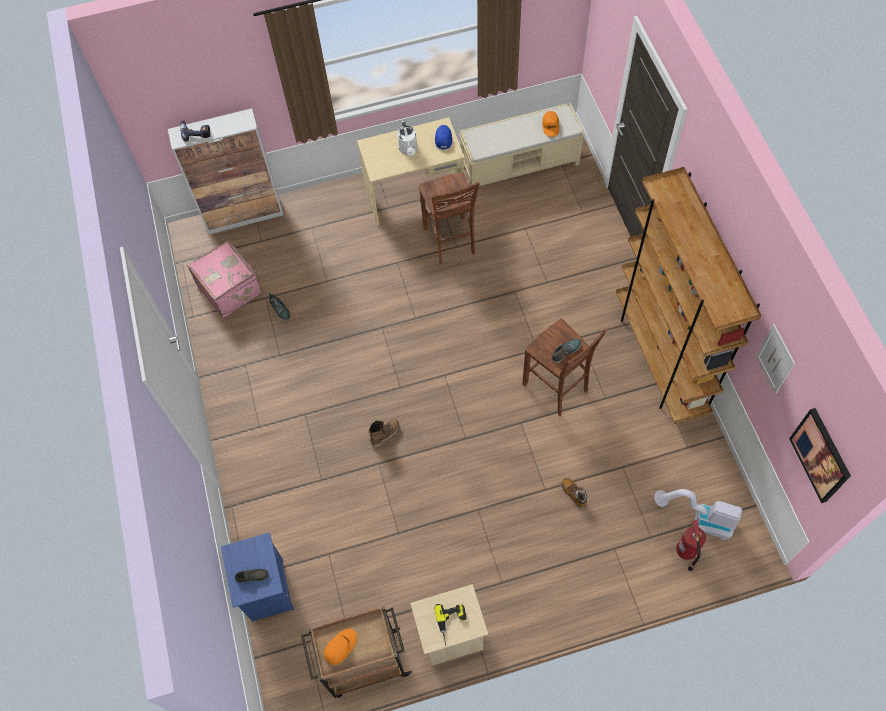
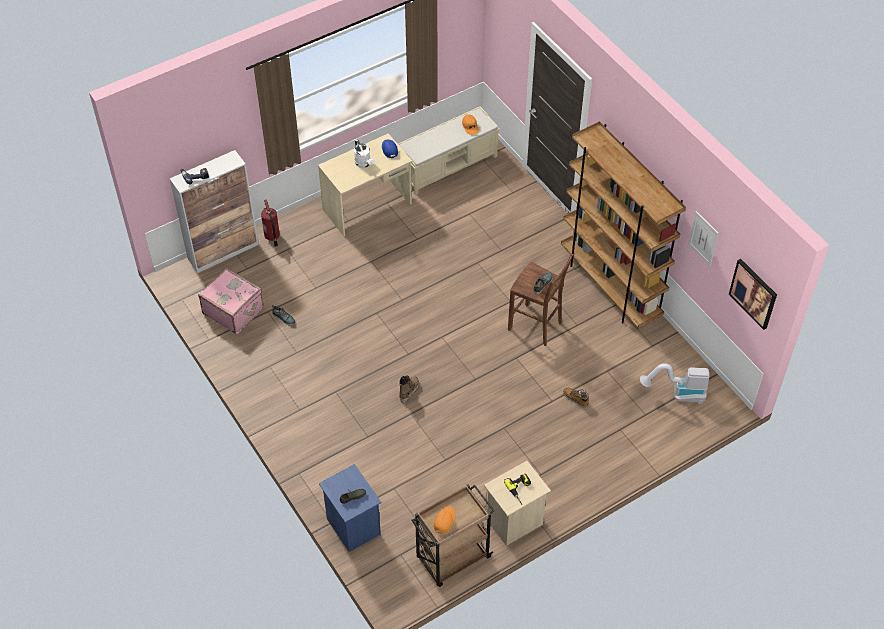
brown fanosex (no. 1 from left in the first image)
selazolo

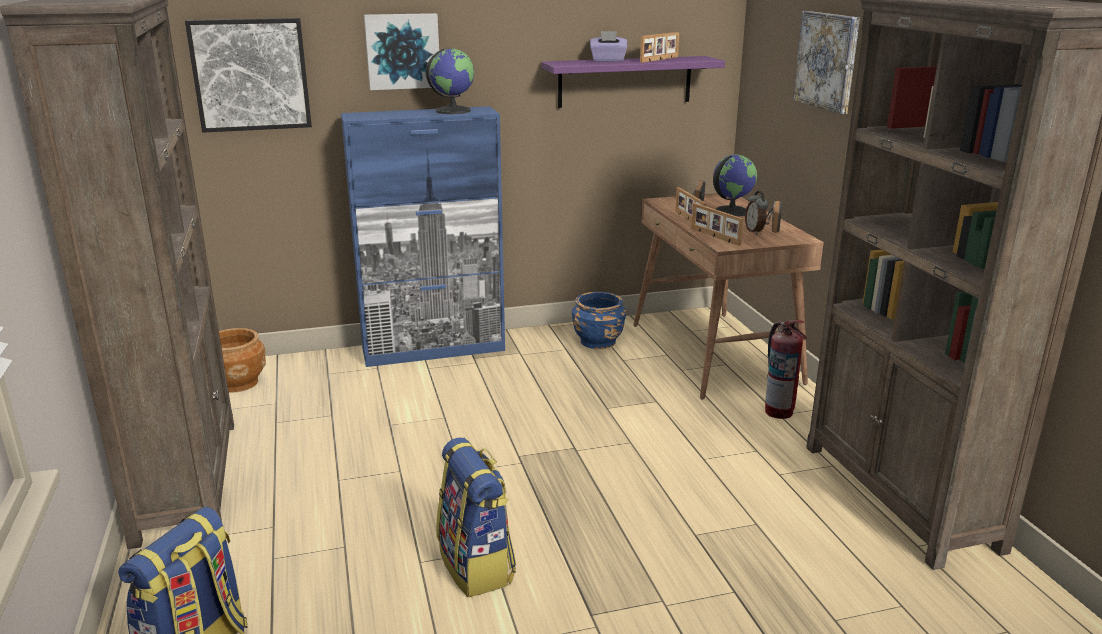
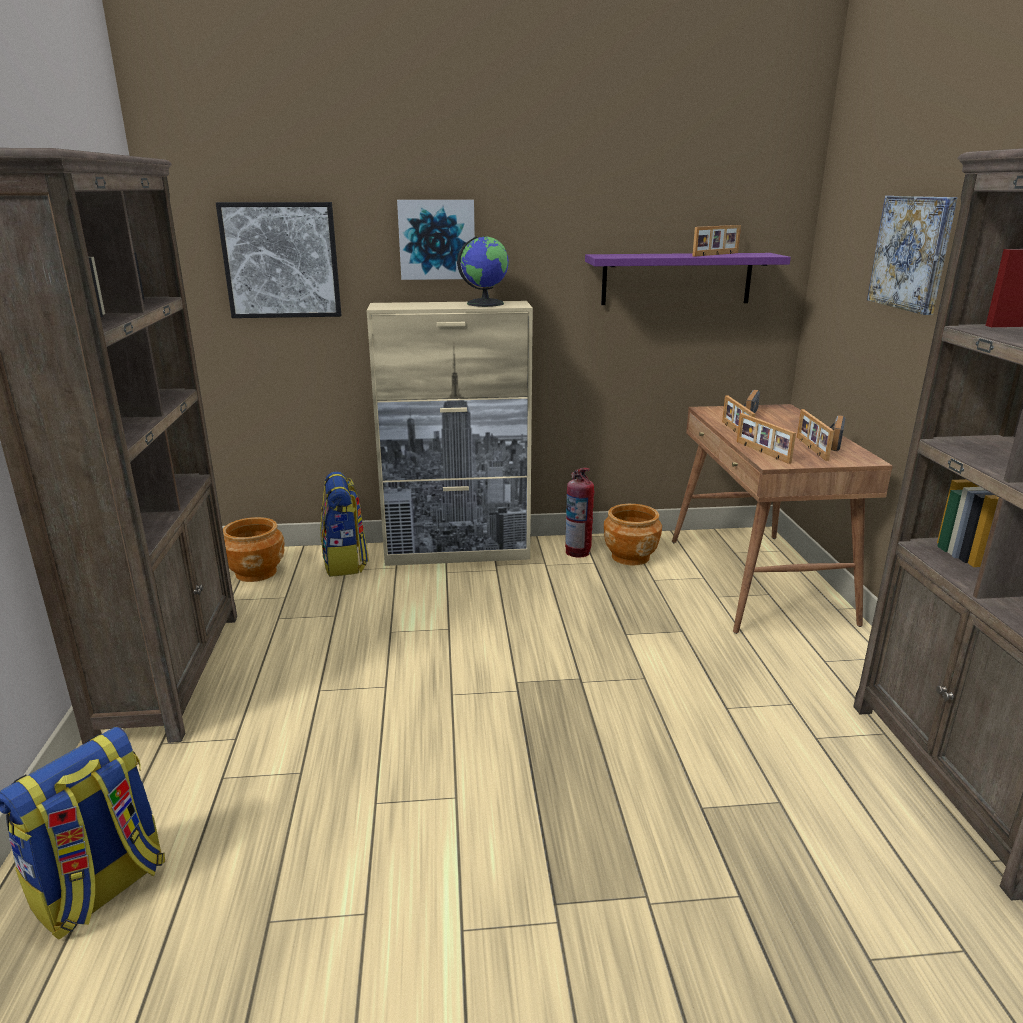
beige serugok
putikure (no. 2 from left)
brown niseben (no. 2 from left)
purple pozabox
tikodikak (no. 2 from left in the first image)
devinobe (no. 4 from left)
selazolo

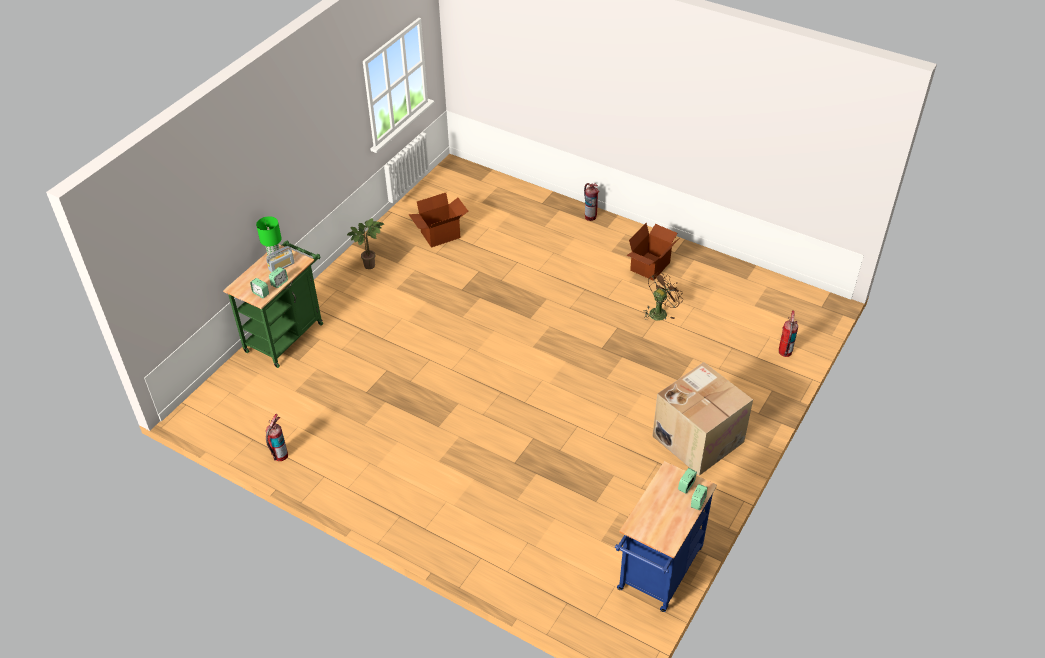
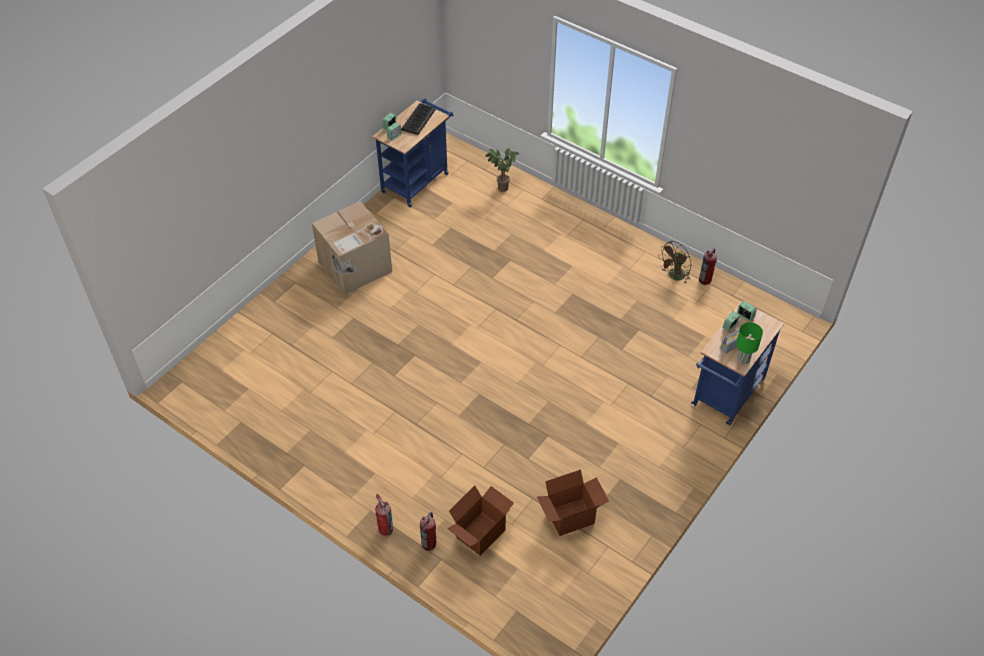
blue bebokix (no. 2 from left)
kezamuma
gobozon (no. 2 from left)
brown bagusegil
selazolo (no. 2 from left)
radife

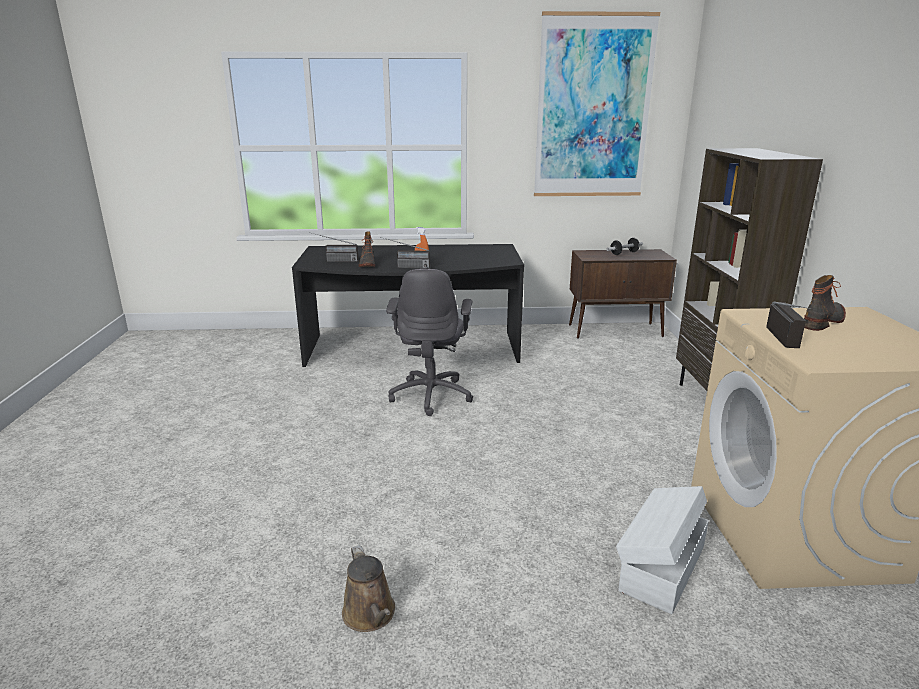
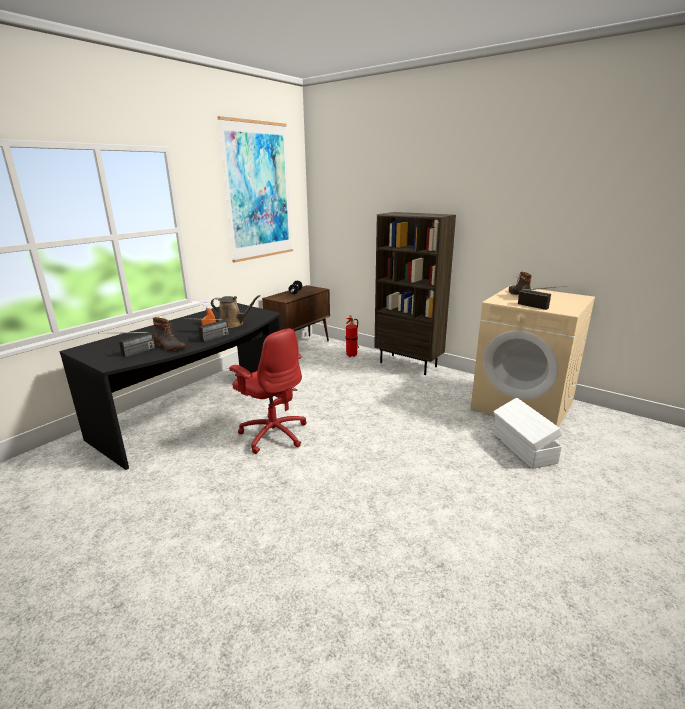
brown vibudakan
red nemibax
selazolo

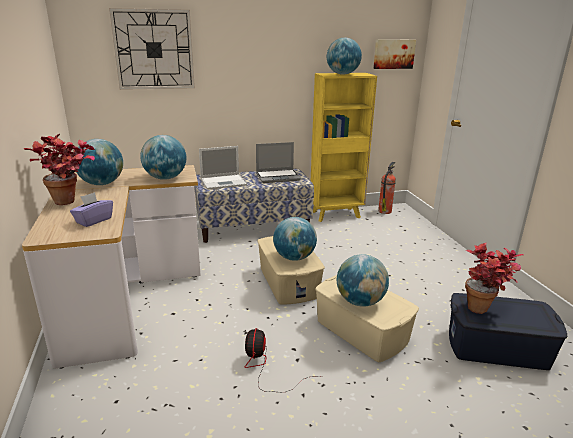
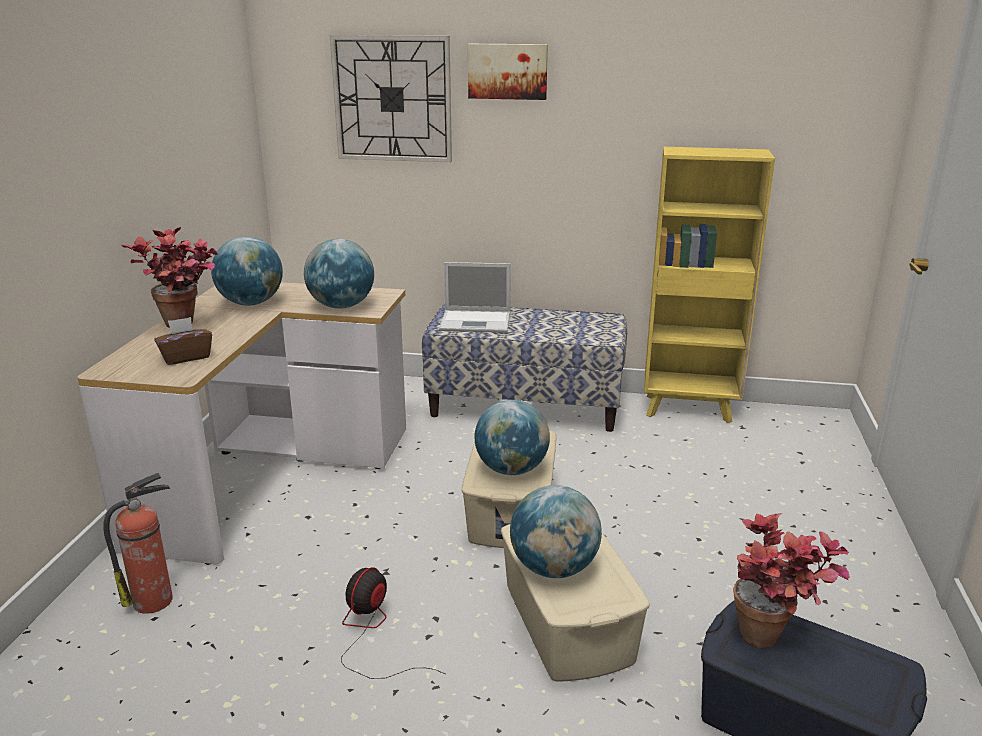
brown pozabox
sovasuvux (no. 2 from left in the first image)
tikodikak (no. 4 from left in the first image)
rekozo
selazolo

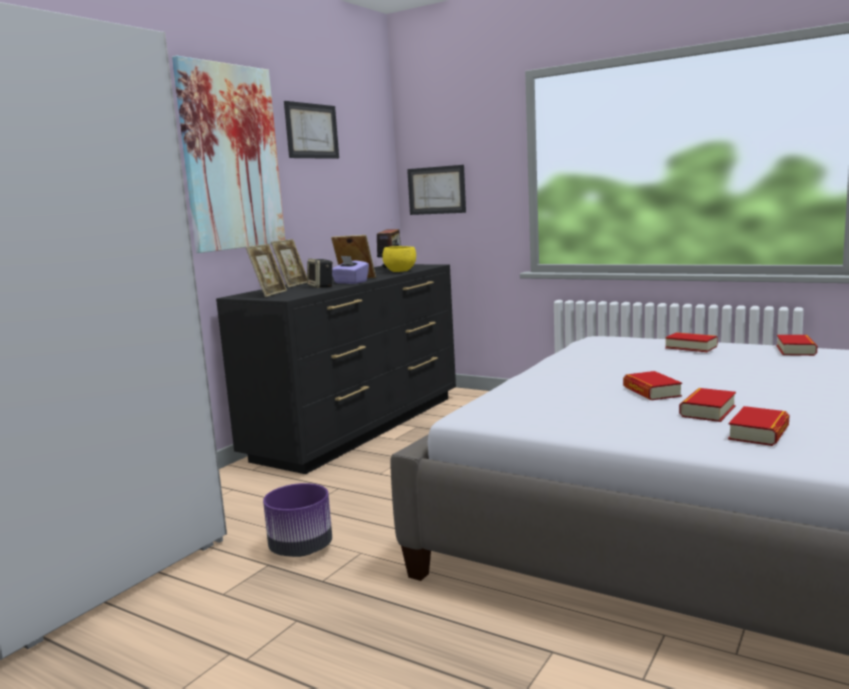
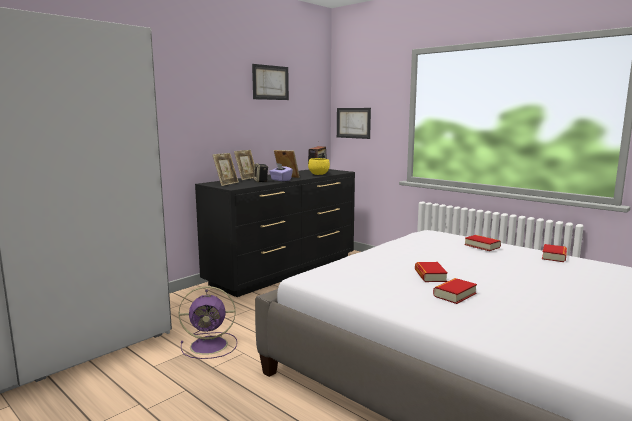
rekozo (no. 1 from left in the first image)
purple bagusegil
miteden (no. 4 from left in the first image)

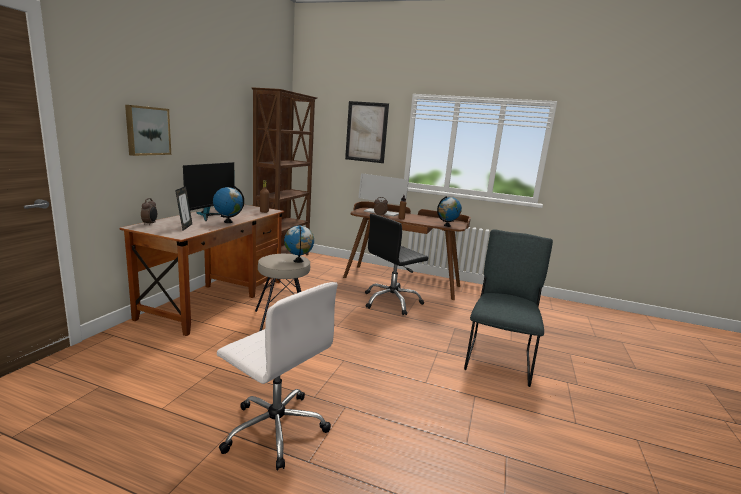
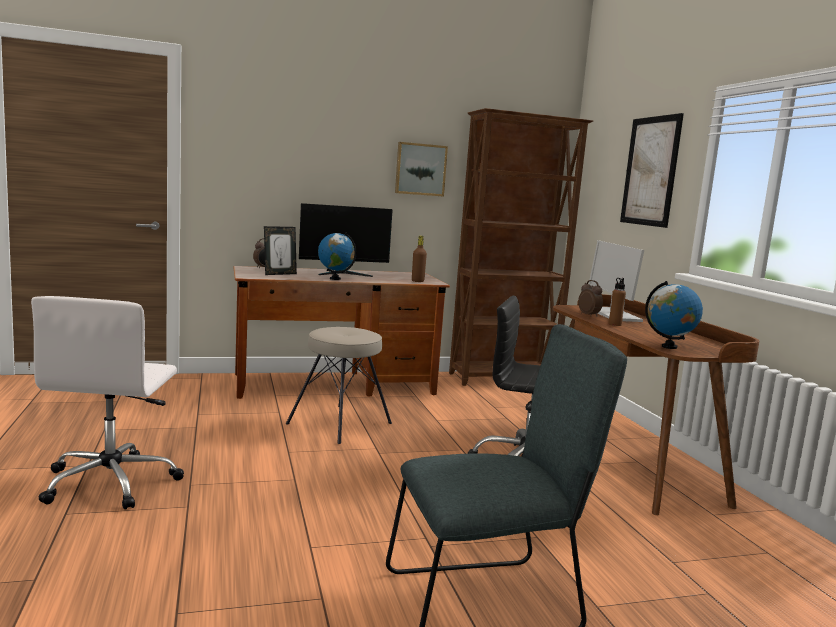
rekozo (no. 1 from left)
tikodikak (no. 2 from left in the first image)

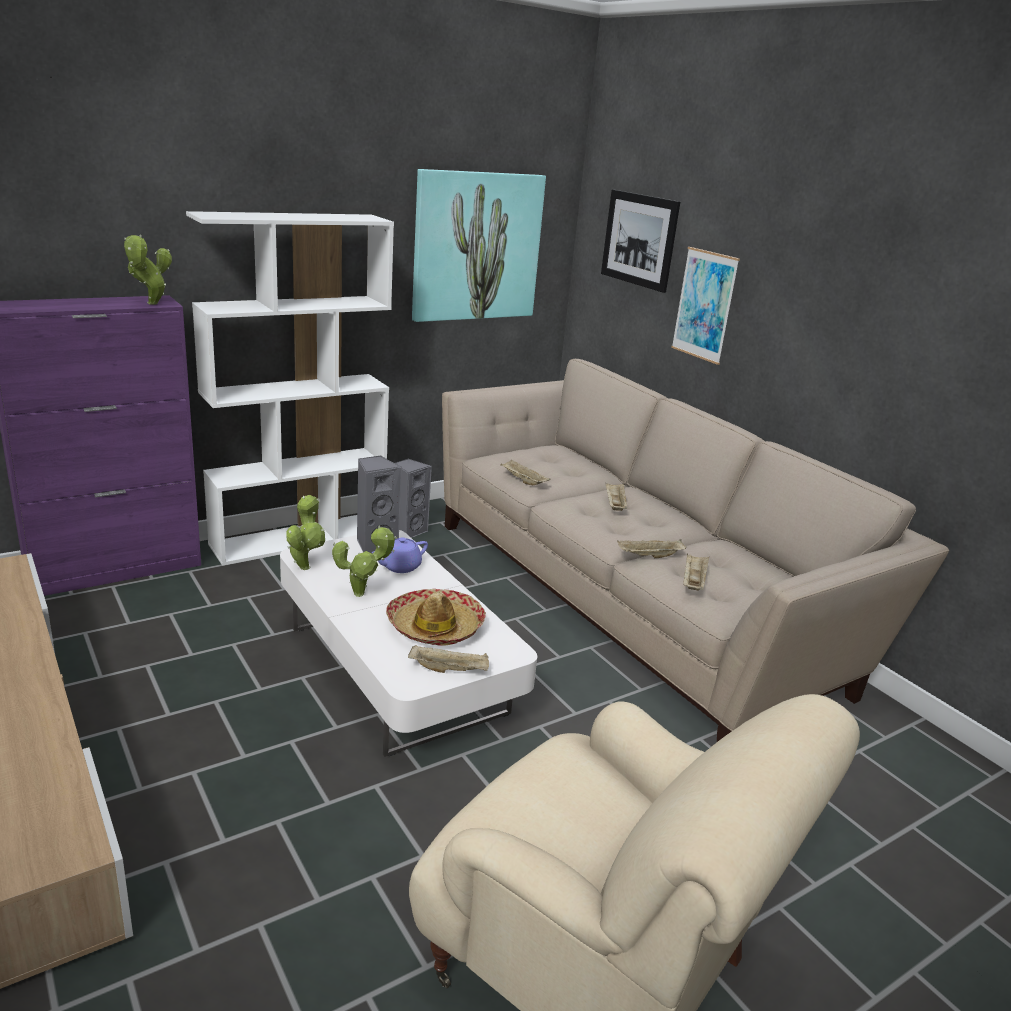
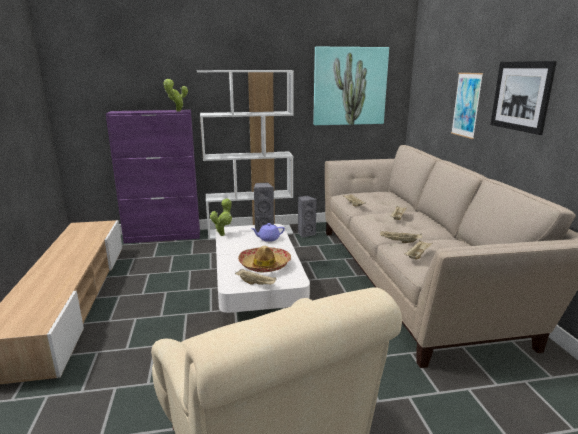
kezamuma (no. 3 from left in the first image)
rekozo (no. 3 from left)

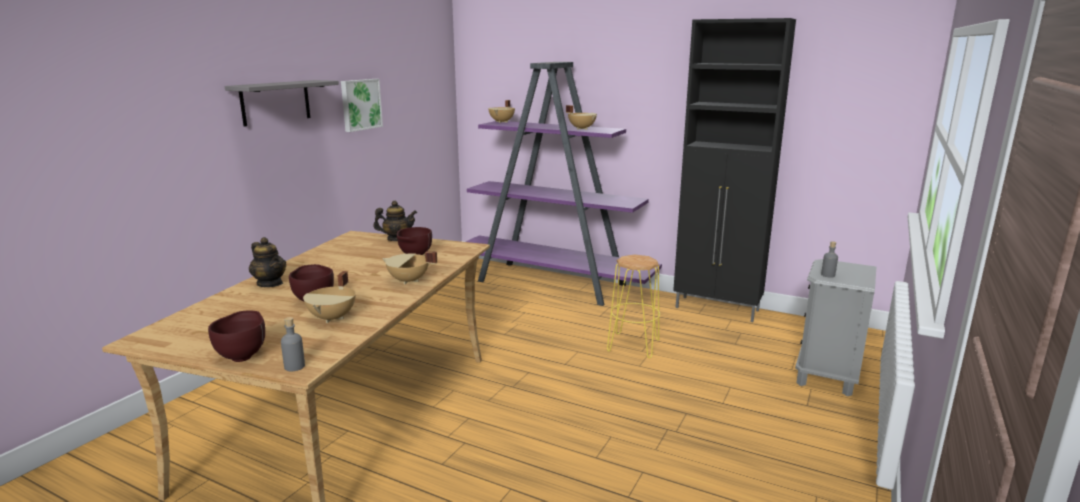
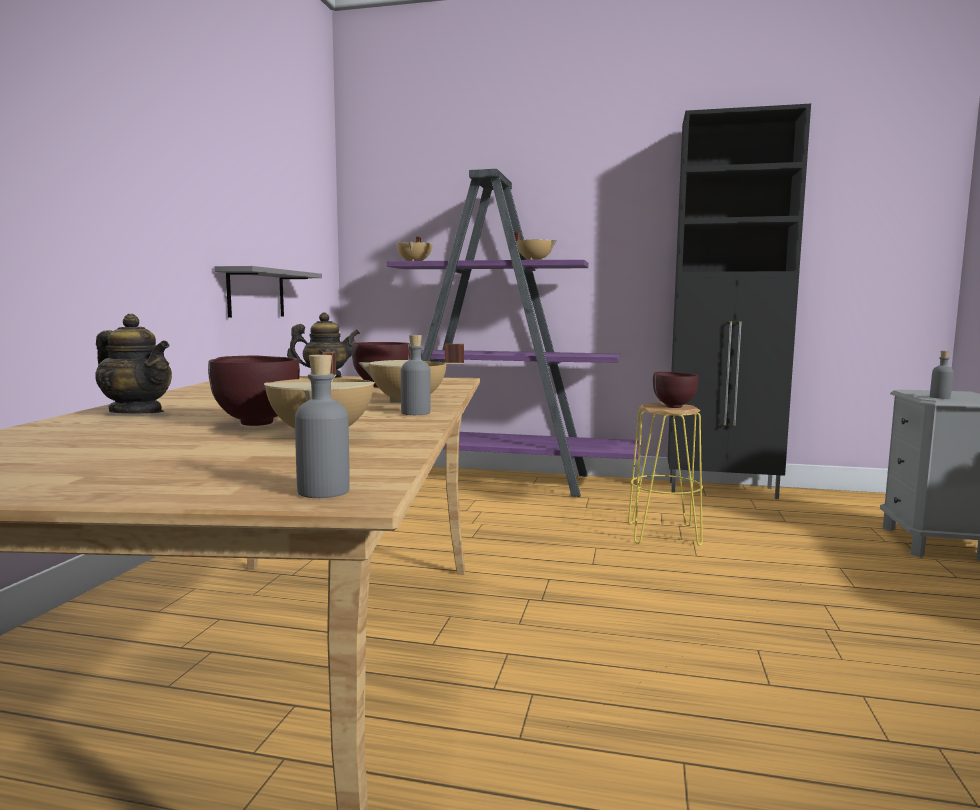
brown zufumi (no. 3 from left)
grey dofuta
rekozo
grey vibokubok (no. 2 from left)

